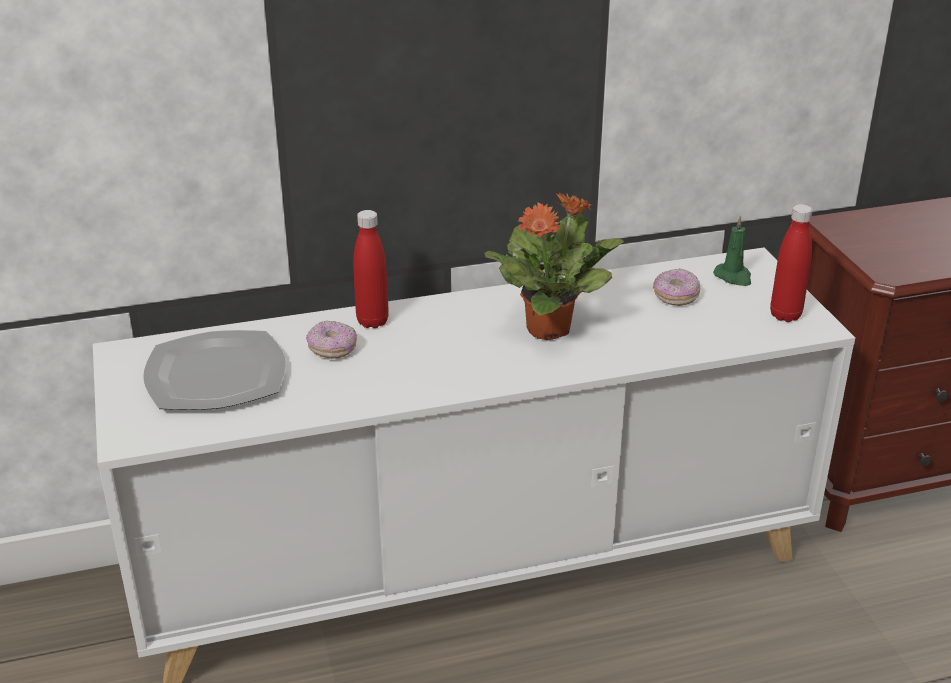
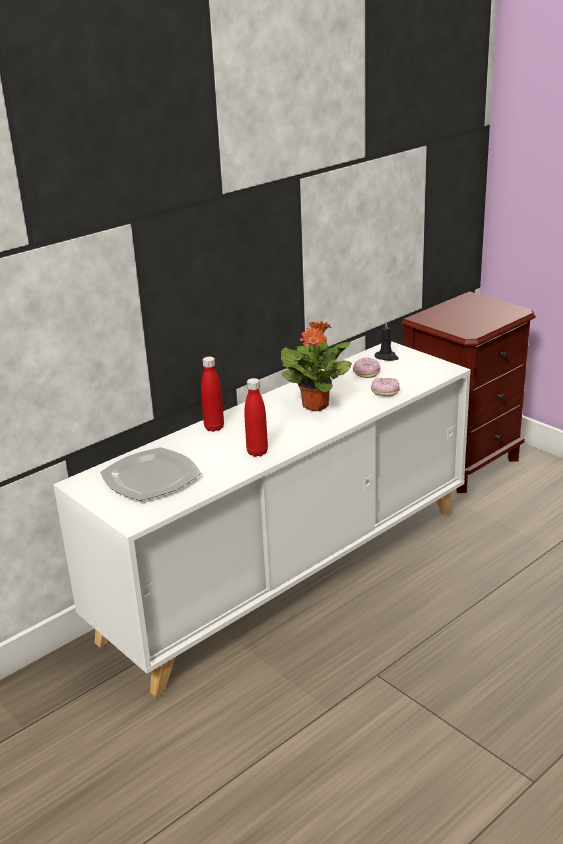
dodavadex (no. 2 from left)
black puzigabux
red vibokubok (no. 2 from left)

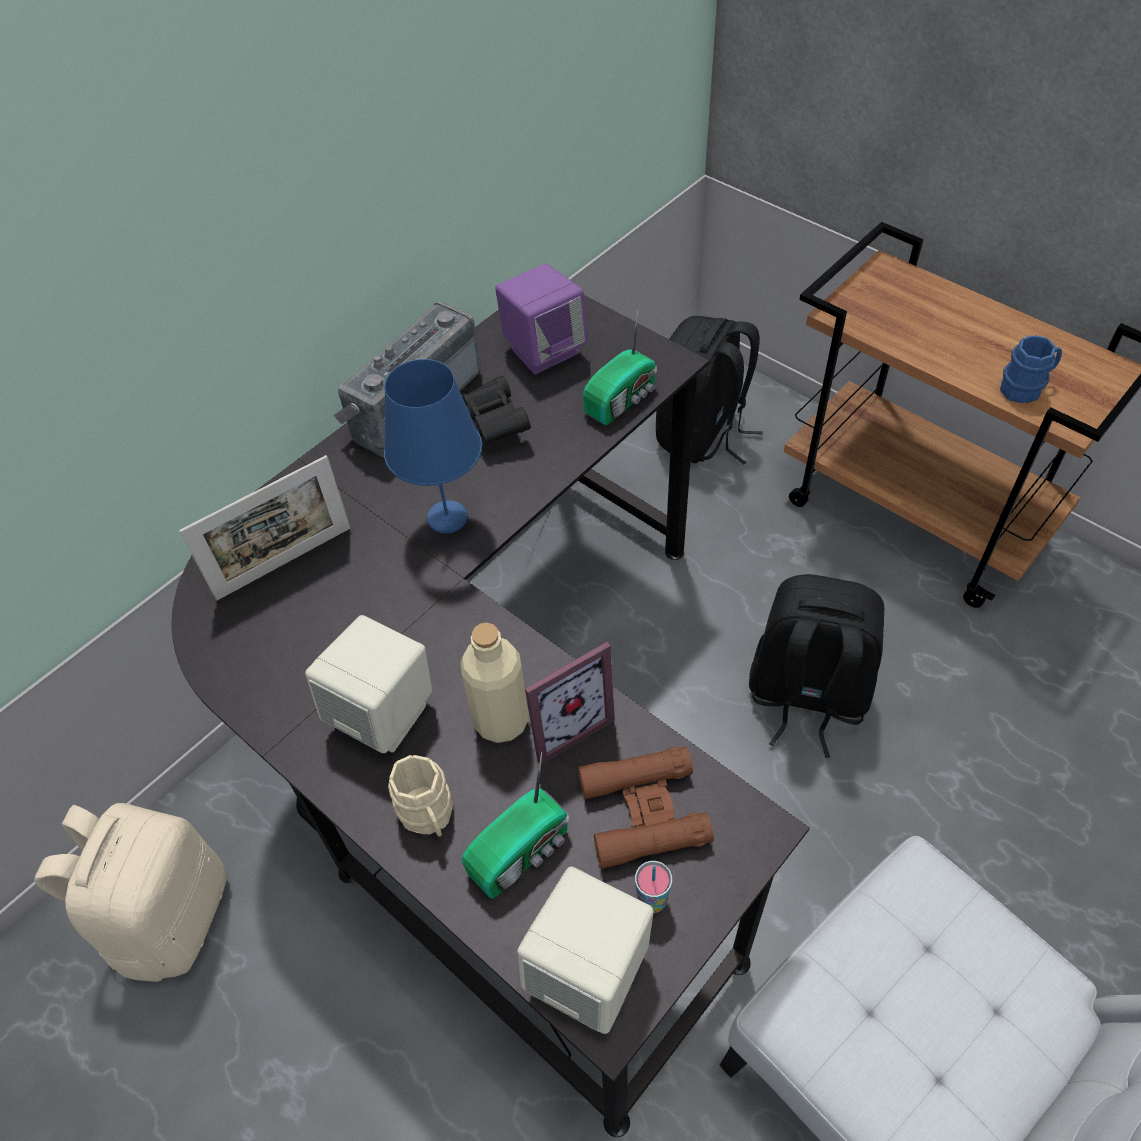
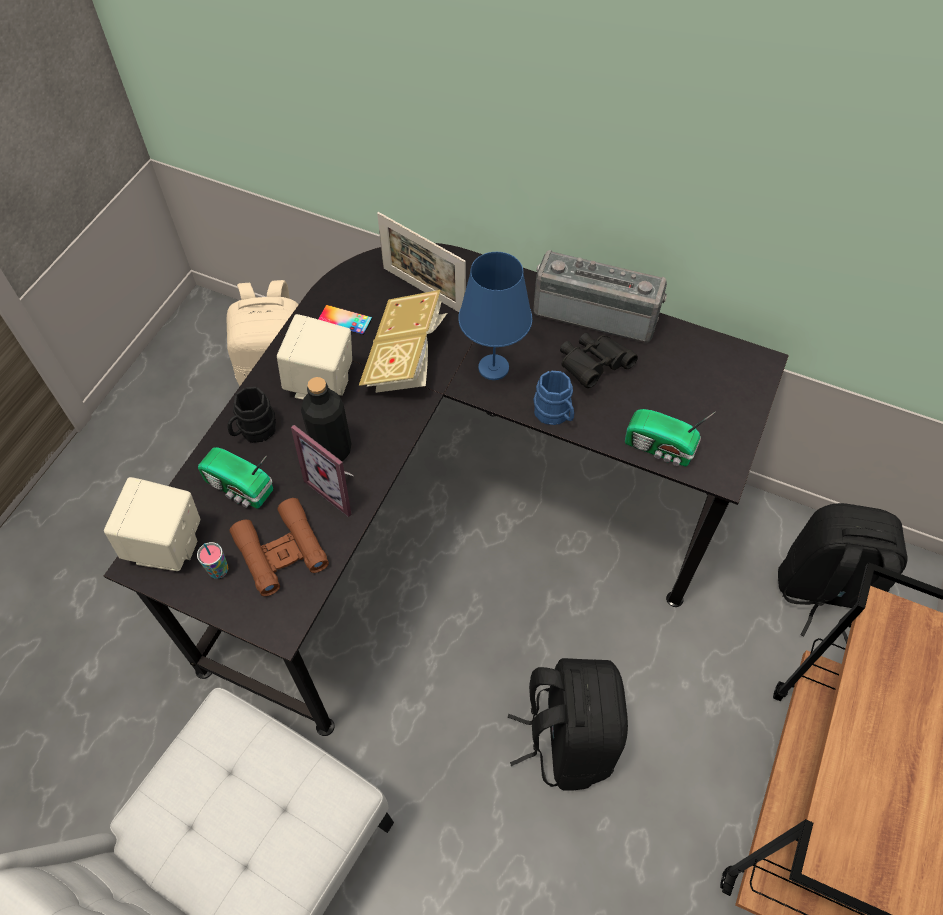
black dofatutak
black vibokubok
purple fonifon
blue dofatutak
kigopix
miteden

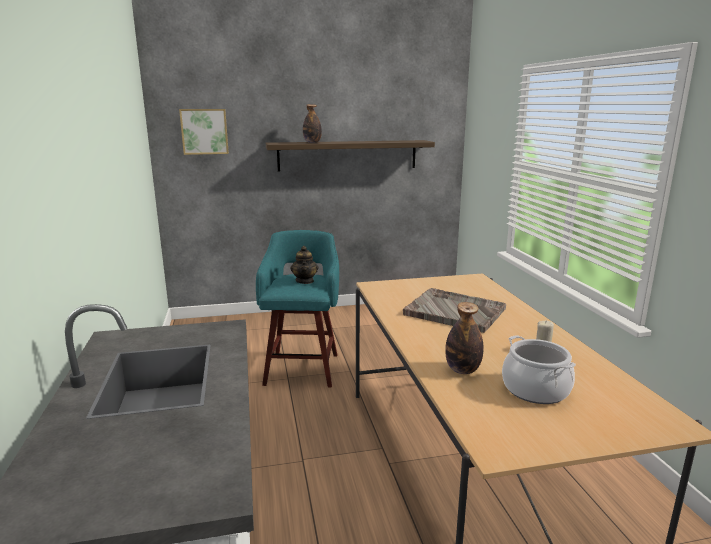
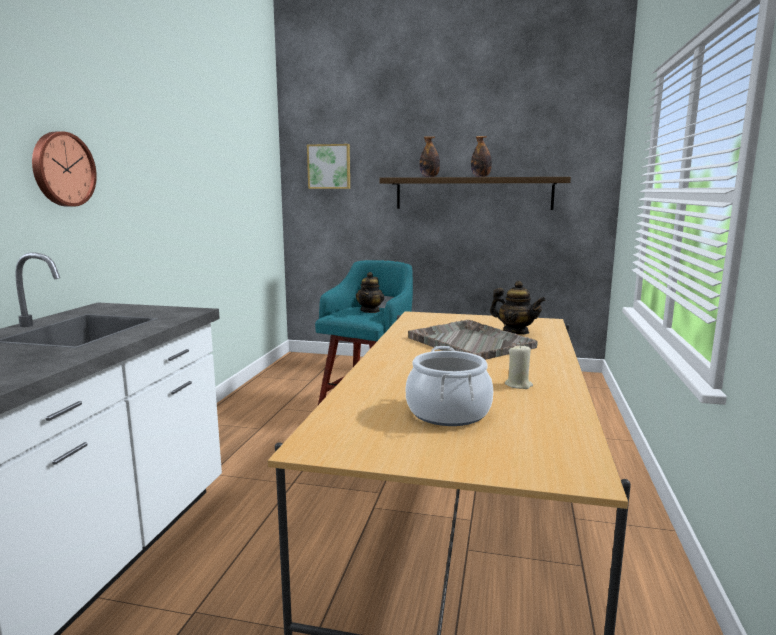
vibokubok (no. 2 from left)
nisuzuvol
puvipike (no. 2 from left)

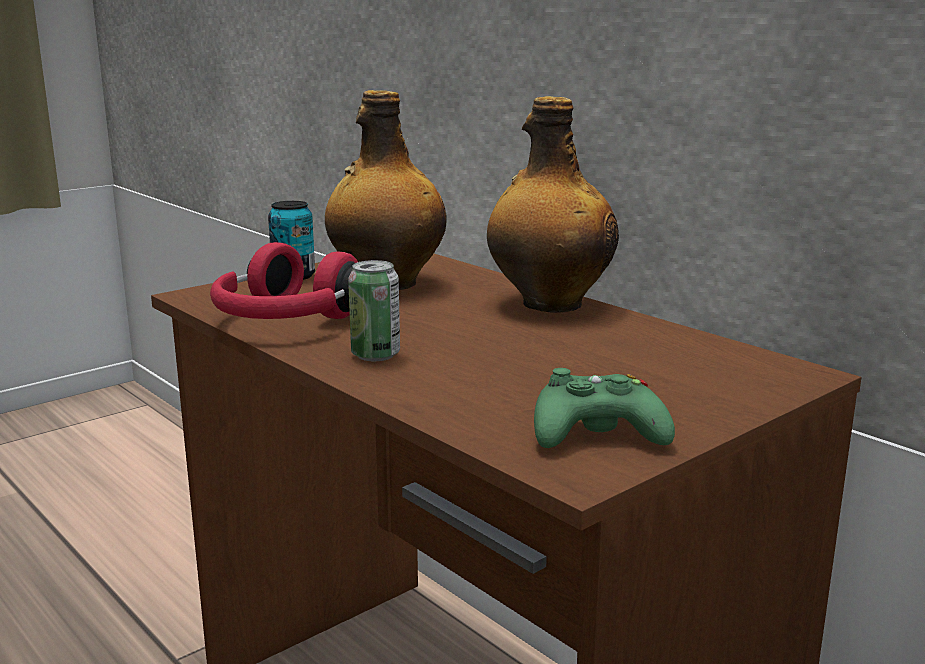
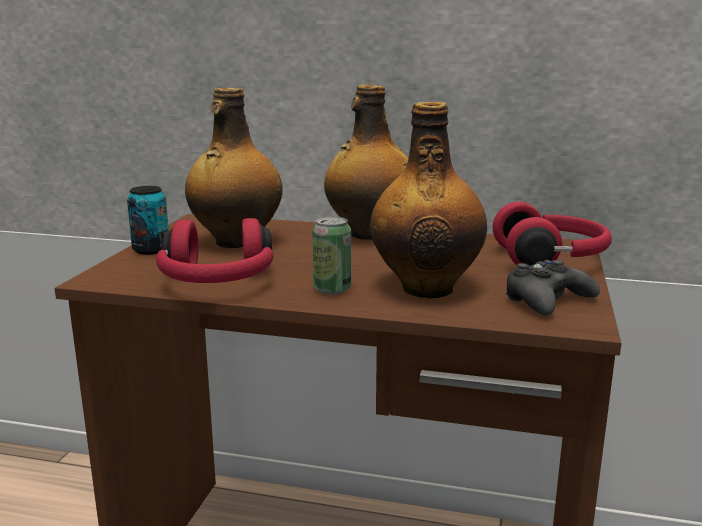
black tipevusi
vibokubok (no. 3 from left)
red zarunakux (no. 2 from left)

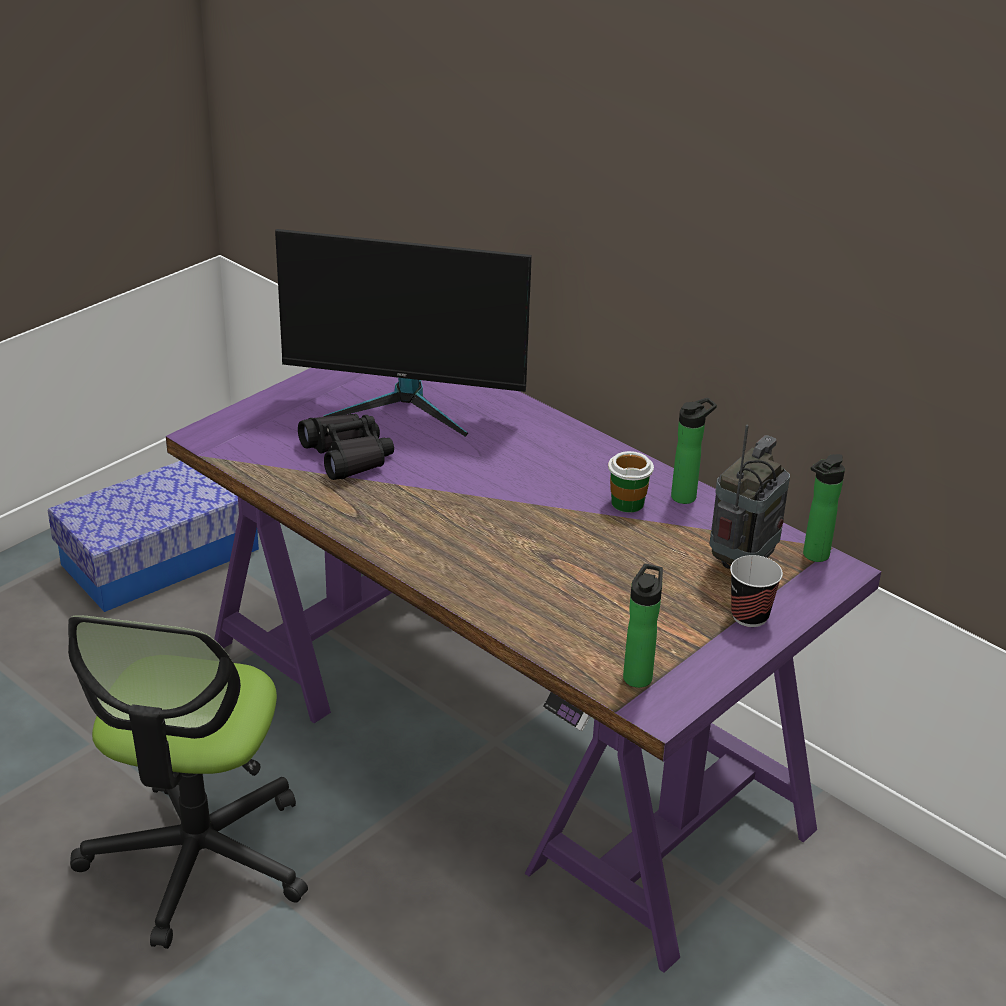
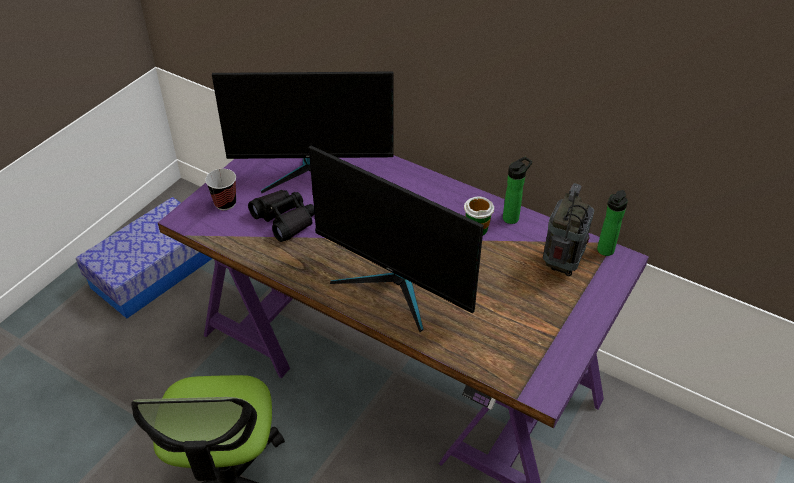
vibokubok (no. 1 from left in the first image)
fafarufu (no. 1 from left)
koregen (no. 2 from left)

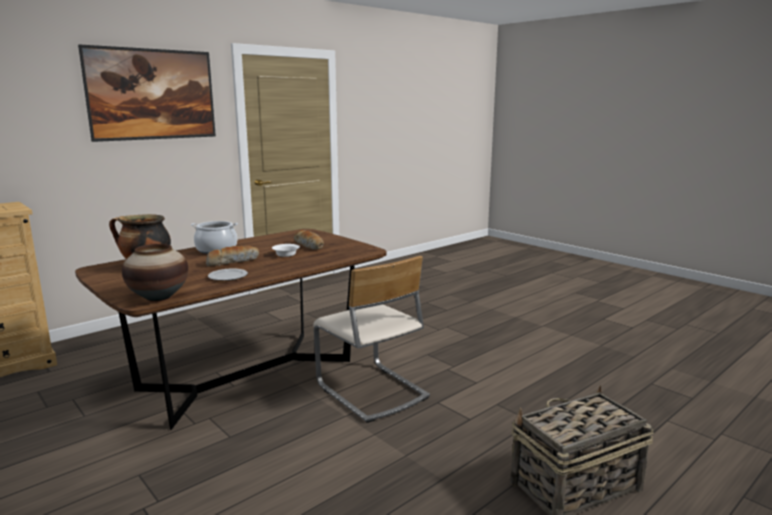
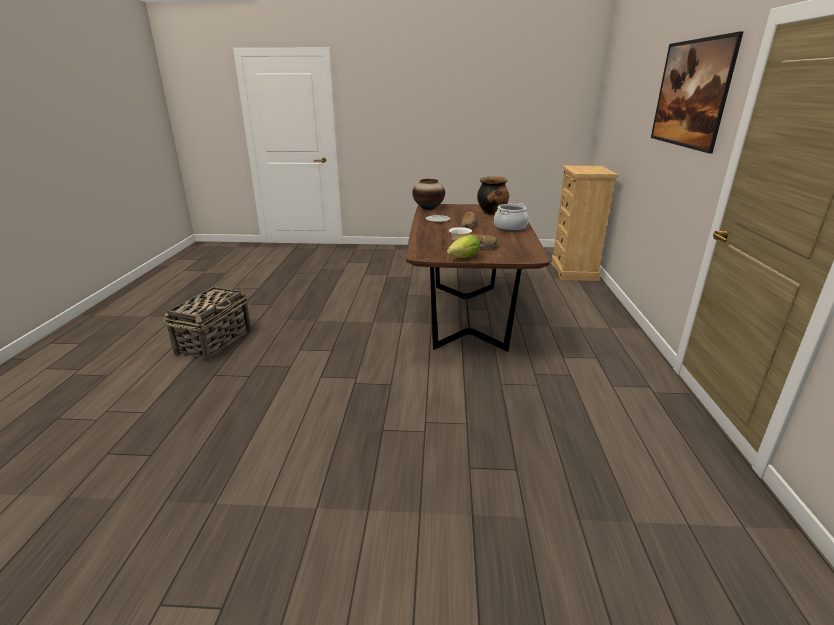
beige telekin
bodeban

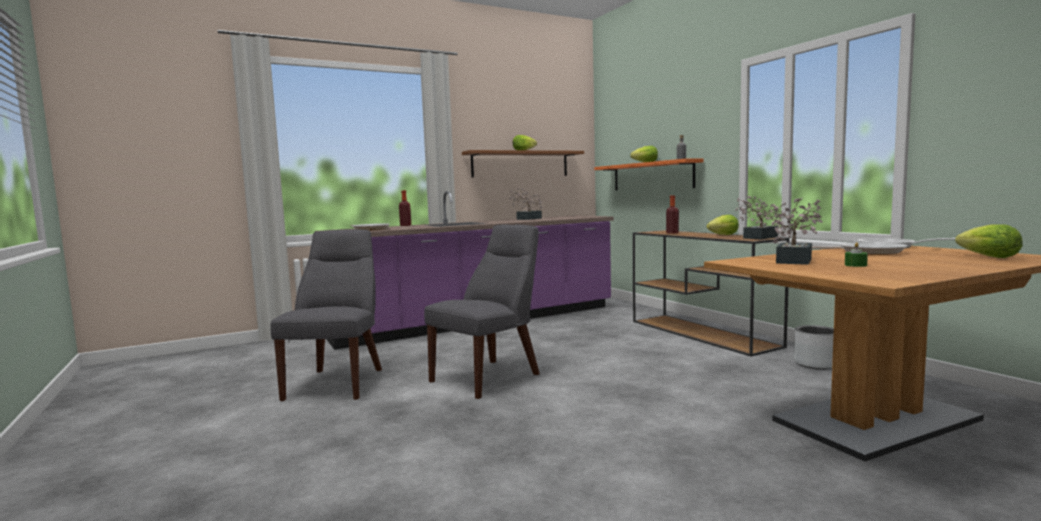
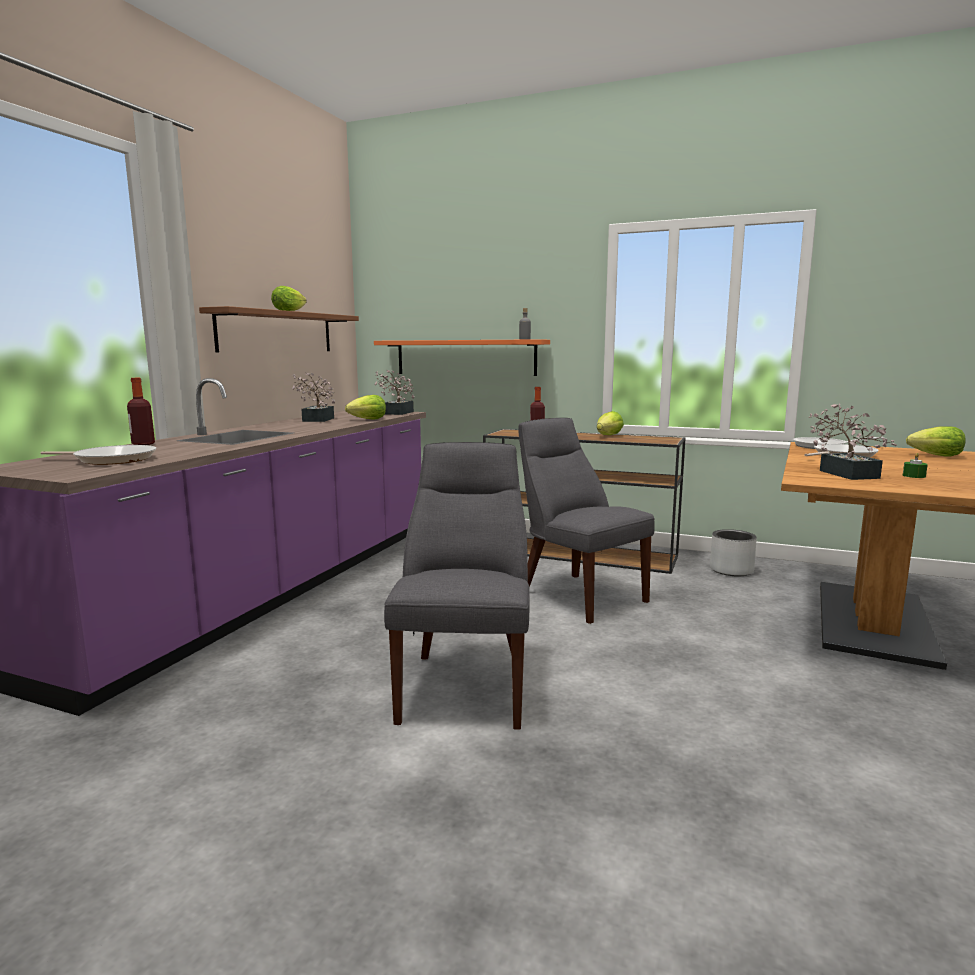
grey telekin (no. 2 from left)
bodeban (no. 2 from left)
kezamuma (no. 2 from left)

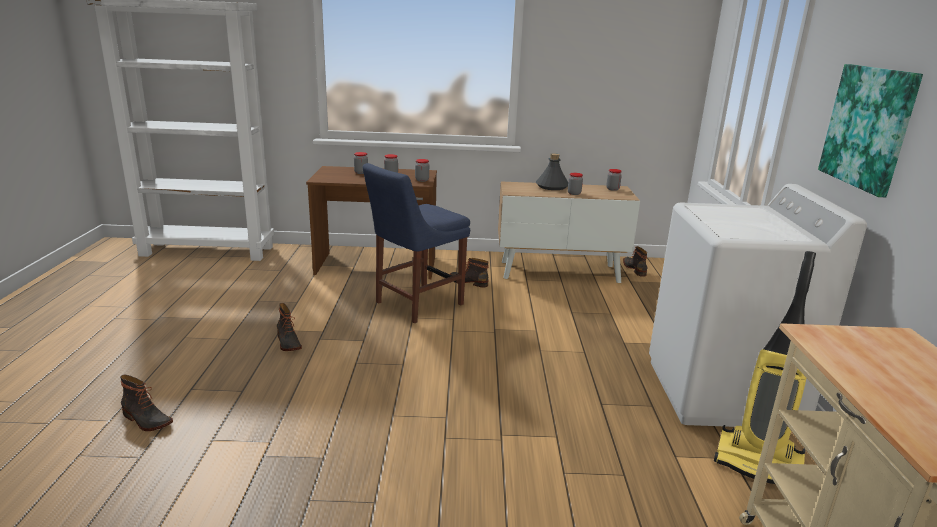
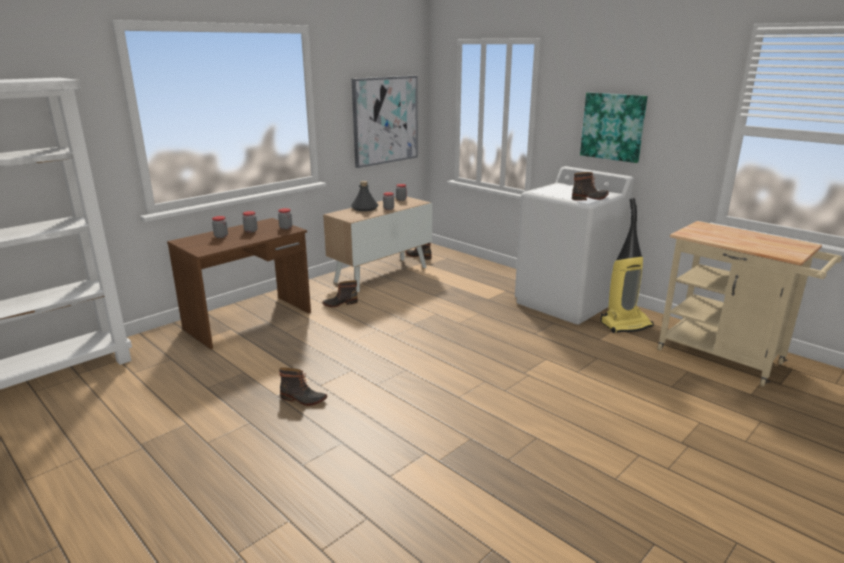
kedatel (no. 4 from left)
blue telekin
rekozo (no. 1 from left)

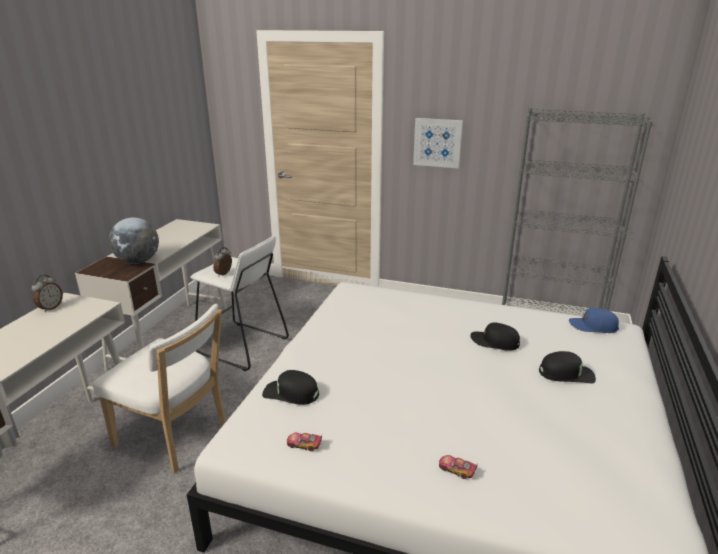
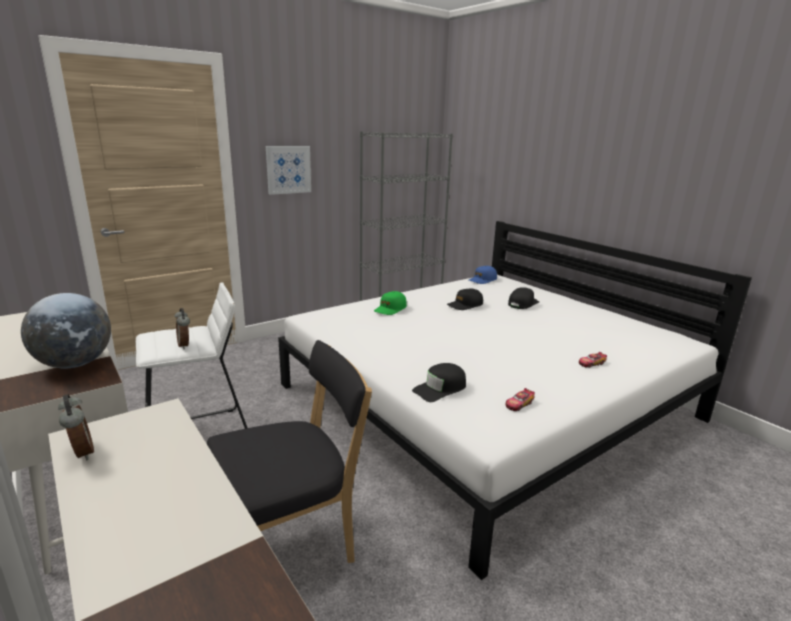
black telekin
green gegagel

